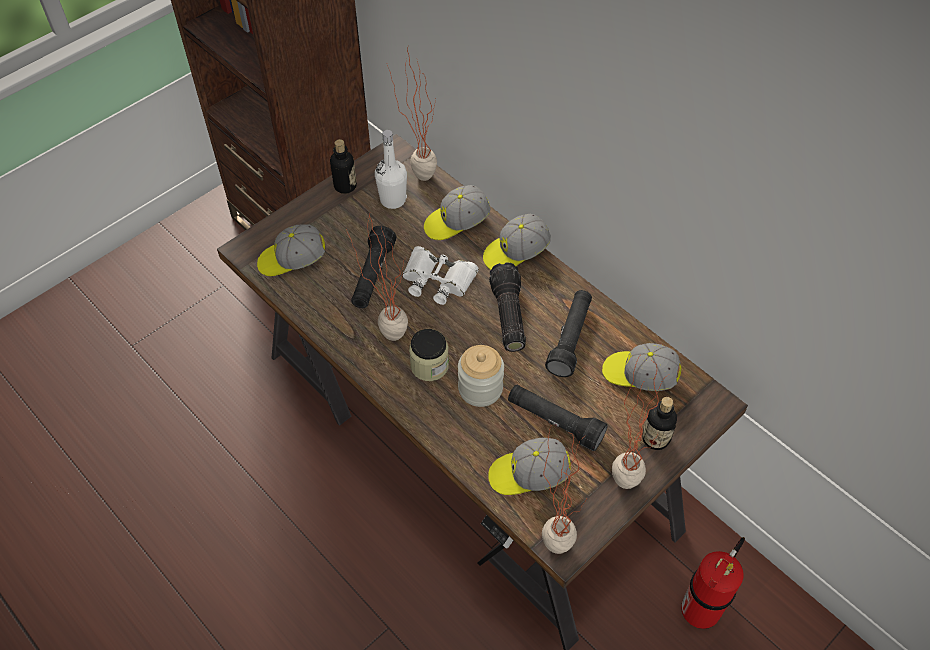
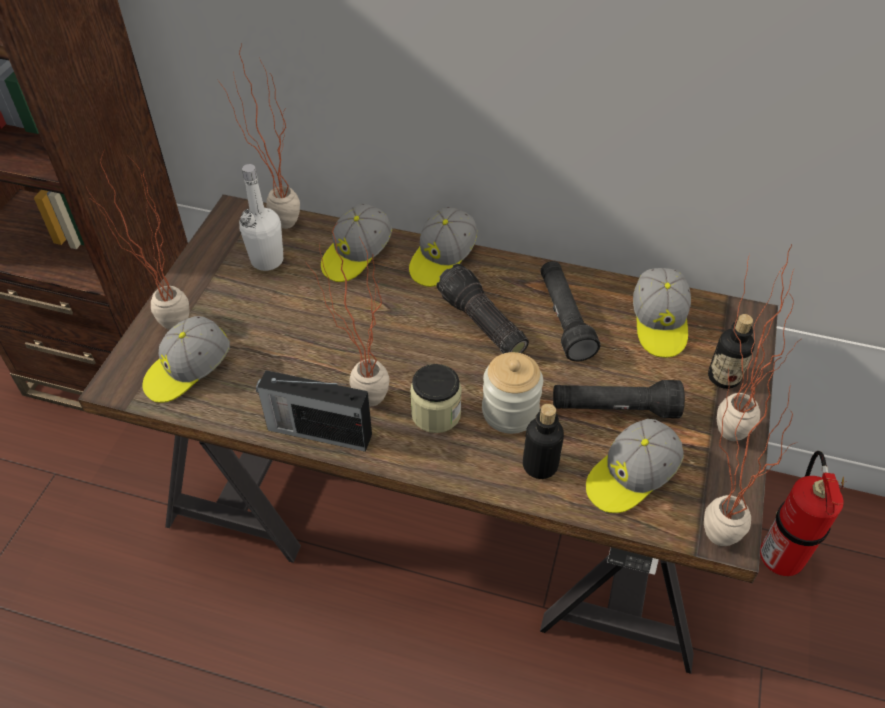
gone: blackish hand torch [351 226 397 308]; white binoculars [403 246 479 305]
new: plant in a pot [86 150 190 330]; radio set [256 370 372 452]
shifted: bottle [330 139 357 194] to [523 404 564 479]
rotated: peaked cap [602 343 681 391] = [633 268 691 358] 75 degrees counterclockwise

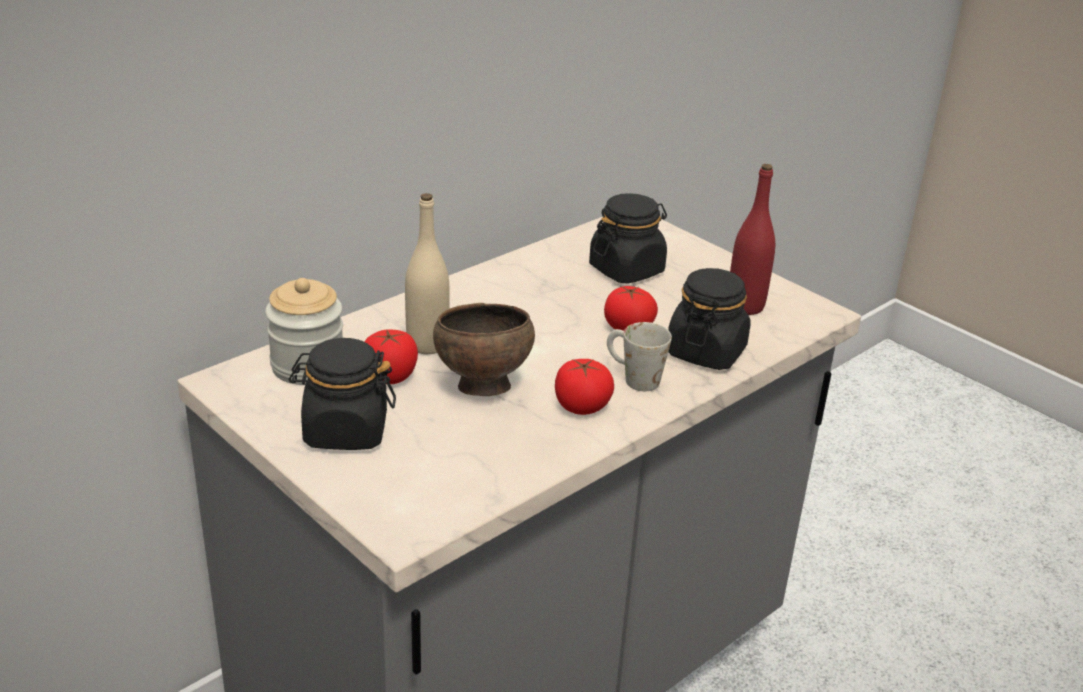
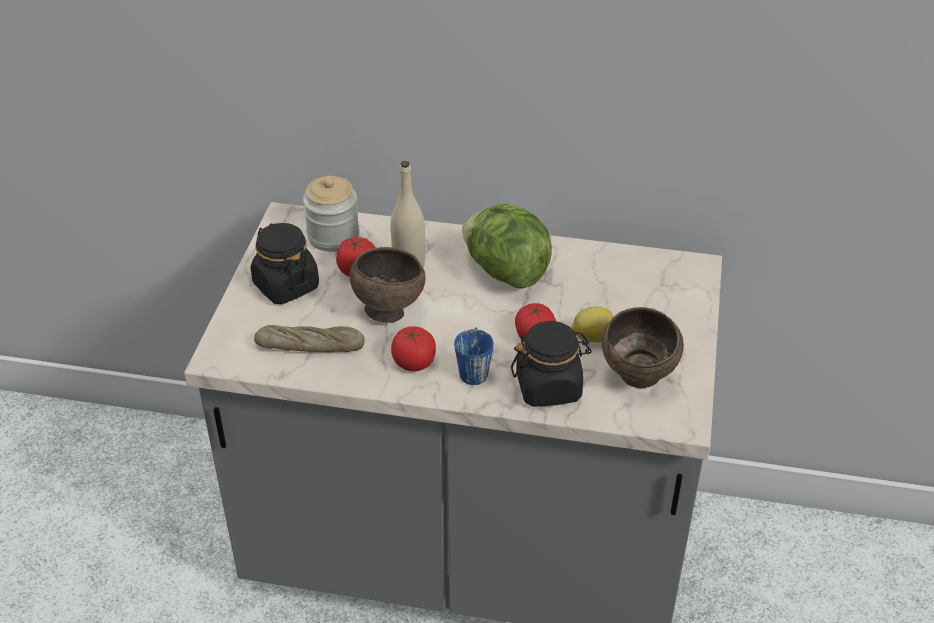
gone: blackish preserve jar [589 193 667 284]
new: head of lettuce [462 204 552 289]; citrus fruit [571 306 613 343]; baked bread [254 325 365 352]
swapped: reddish bottle [730 164 775 315] to brown bowl [602 307 684 388]
repainted: white coffee mug [607 322 672 391] to bluish coffee mug [454 327 493 385]

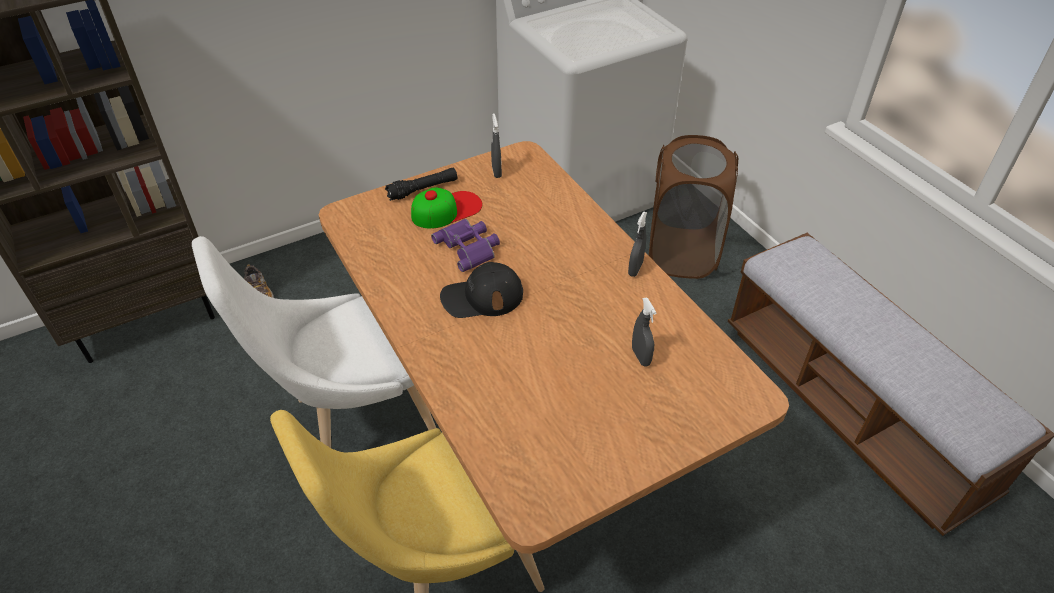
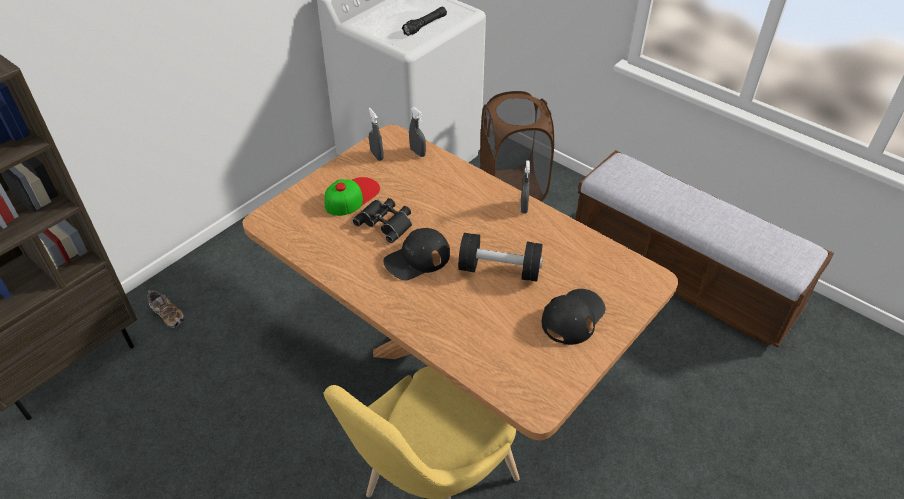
gone: white plain chair [192 236 436 448]
new: blackish dumbbell [458 233 543 282]; blackish peaked cap [542 289 606 345]
shifted: blackish hand torch [385 168 458 201] to [402 7 447 36]; gray sprayer [632 297 657 367] to [409 107 426 157]
repainted: purplish binoculars [431 219 500 272] to blackish binoculars [352 198 412 243]

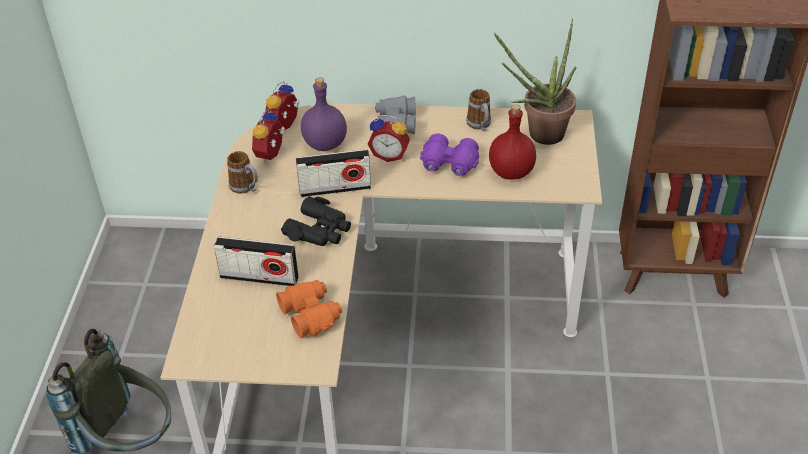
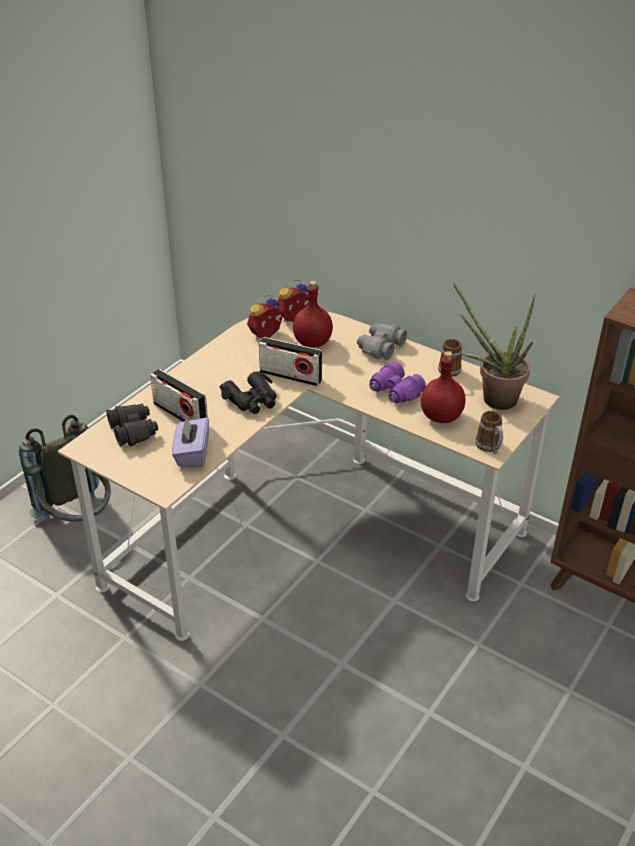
gone: alarm clock [368 115 410 162]
new: blackish binoculars [106 404 158 447]
shifted: coffee mug [227 151 258 194] to [475 411 503 454]
swapped: orange binoculars [276 280 342 338] to purplish tissue holder [172 417 209 467]
repainted: purplish bottle [301 78 347 151] to reddish bottle [293 281 333 348]

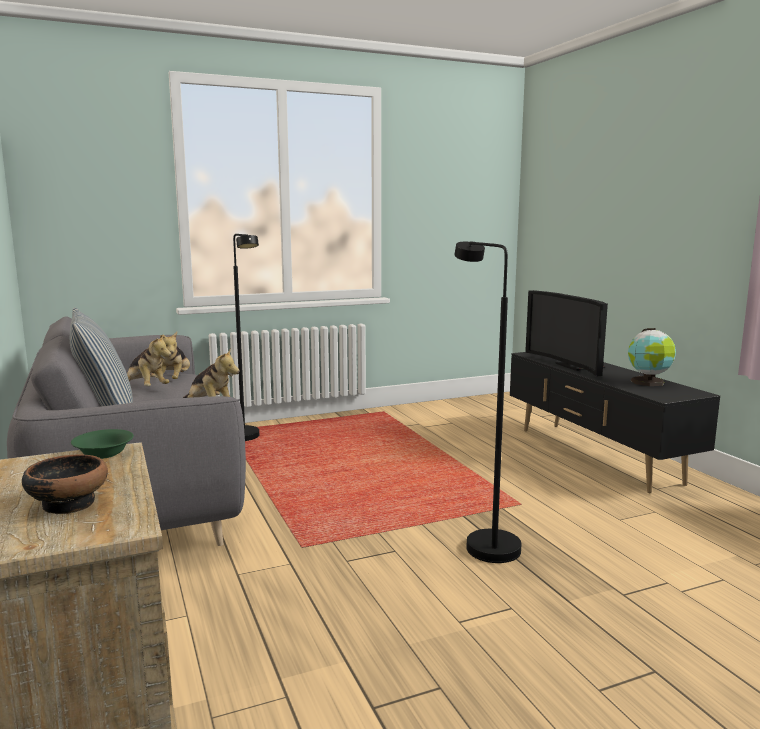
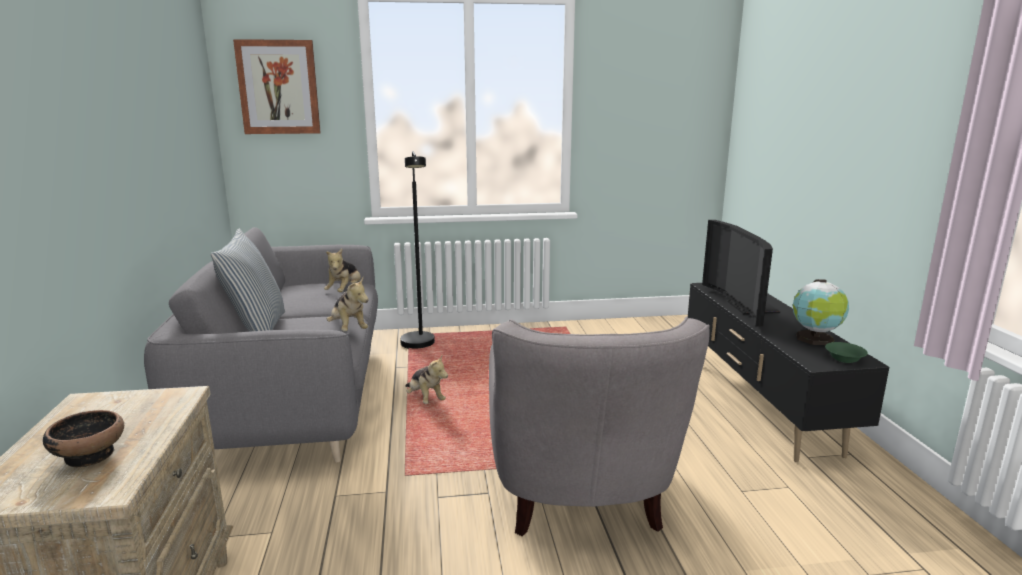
new: picture [233 39 321 134]
shifted: plush toy [127 334 171 386] to [406 356 448 404]; green bowl [71 429 134 459] to [825 342 868 363]
swapped: blackish standard lamp [455 241 521 563] to gray easy chair [489 316 710 536]

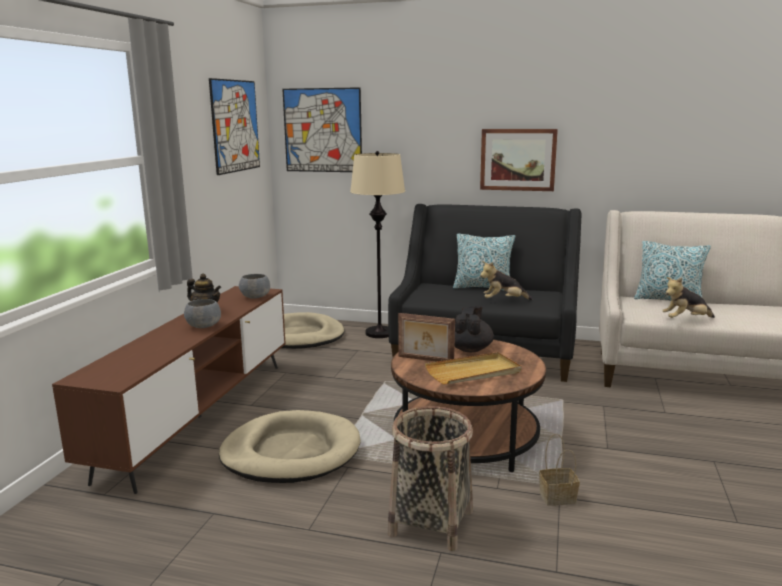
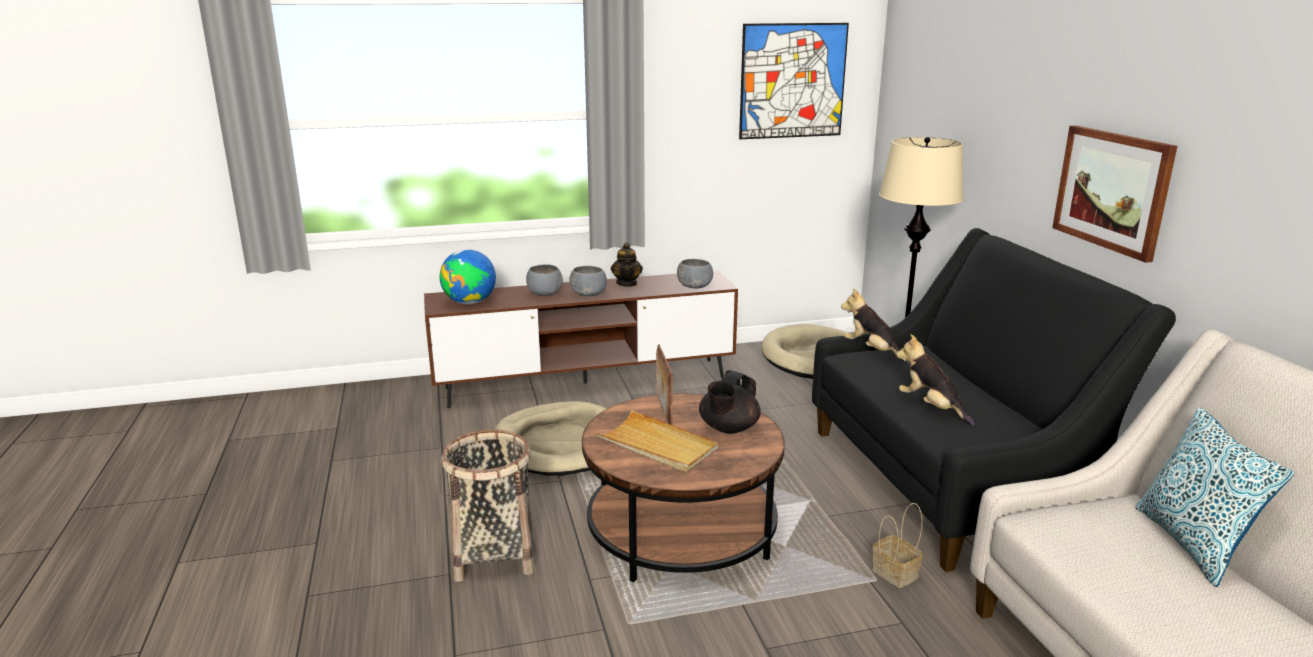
gone: picture [282 87 362 172]; cushion [453 234 515 291]
new: desk globe [440 249 496 305]; gray bowl [526 264 563 296]
shifted: plush toy [662 277 715 318] to [841 288 909 363]; basket [539 434 580 506] to [872 503 923 588]
rotated: blackish tea pot [455 306 494 352] = [699 370 761 433] 135 degrees clockwise

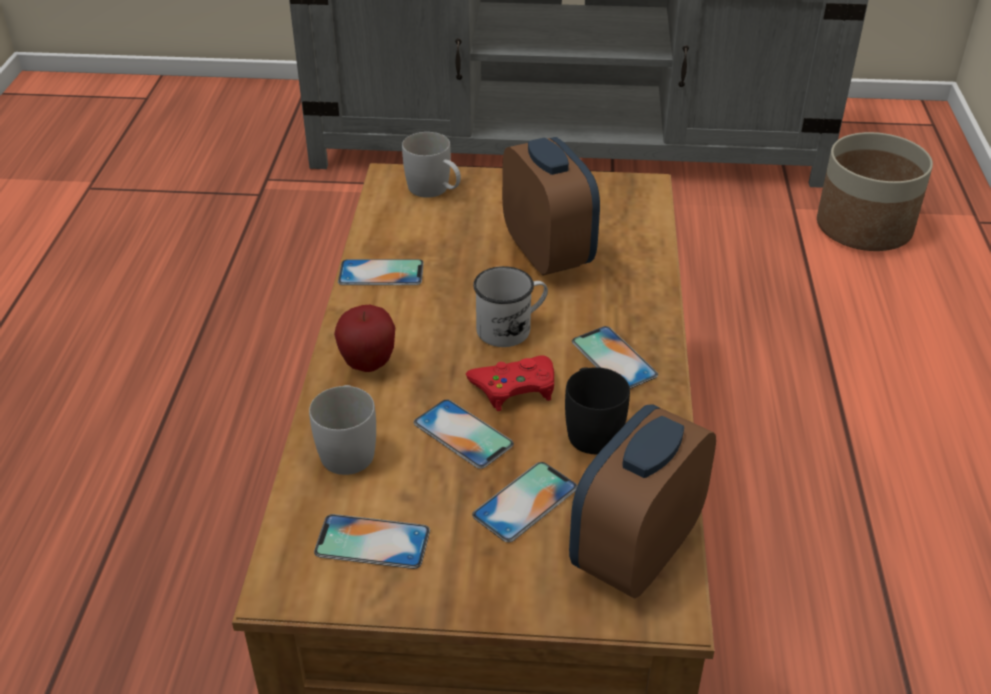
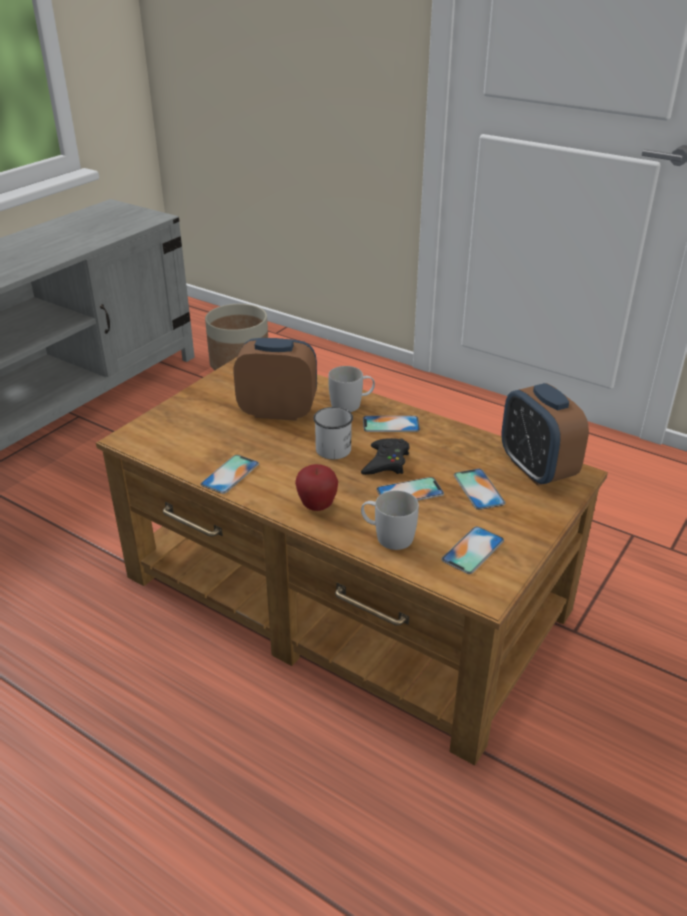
gone: blackish coffee mug [565 367 630 454]
shifted: white coffee mug [402 132 461 198] to [328 366 375 412]
repainted: reddish gamepad [466 356 554 411] to blackish gamepad [361 438 410 475]

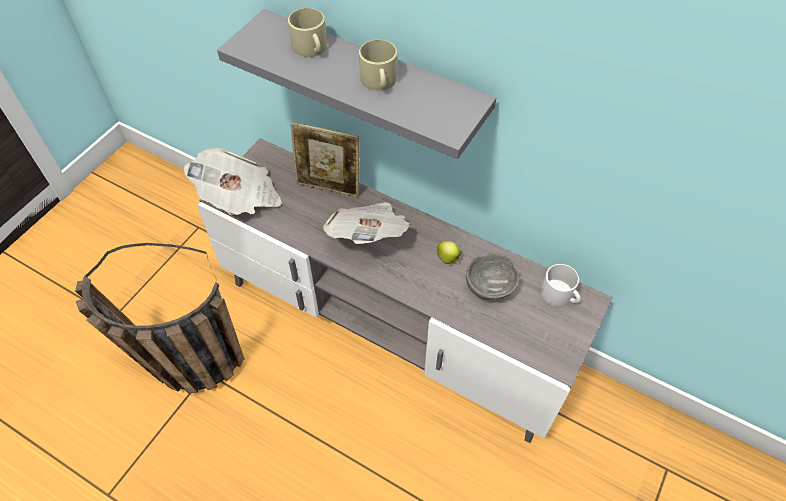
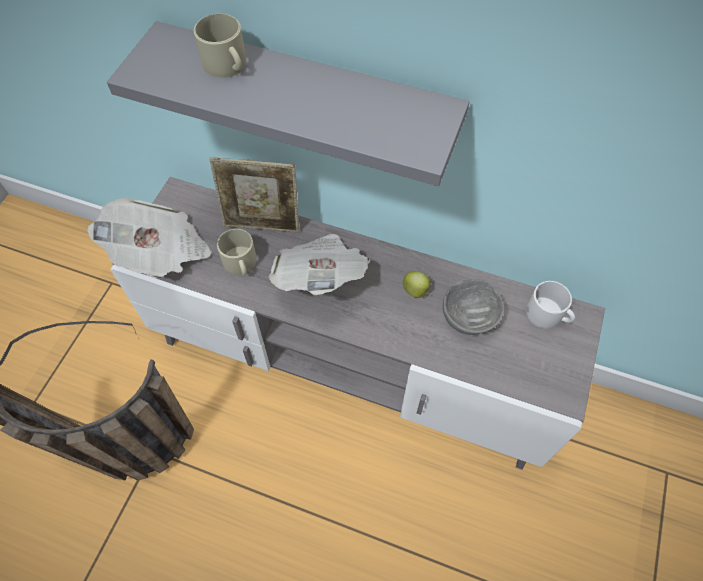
shifted: beige coffee mug [359 40 397 91] to [217 229 257 275]

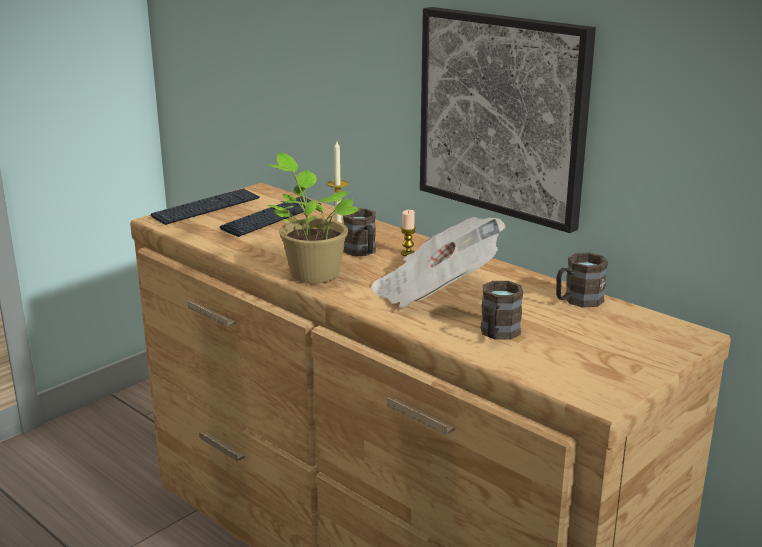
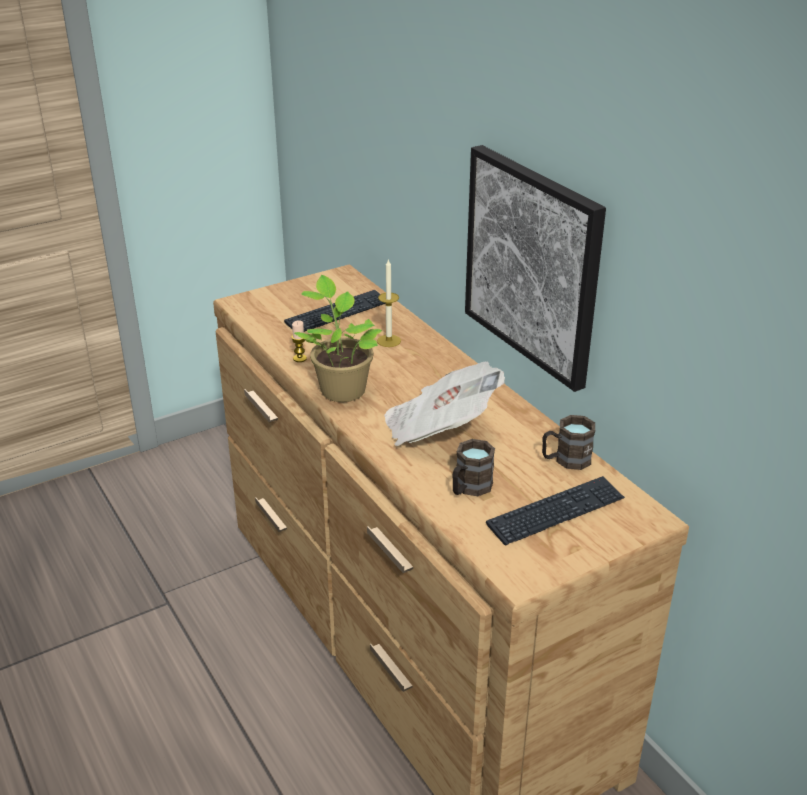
gone: brown coffee mug [343 209 376 256]
shifted: computer keyboard [151 188 260 225] to [486 476 625 545]; wax candle [401 210 416 256] to [291 320 307 362]

